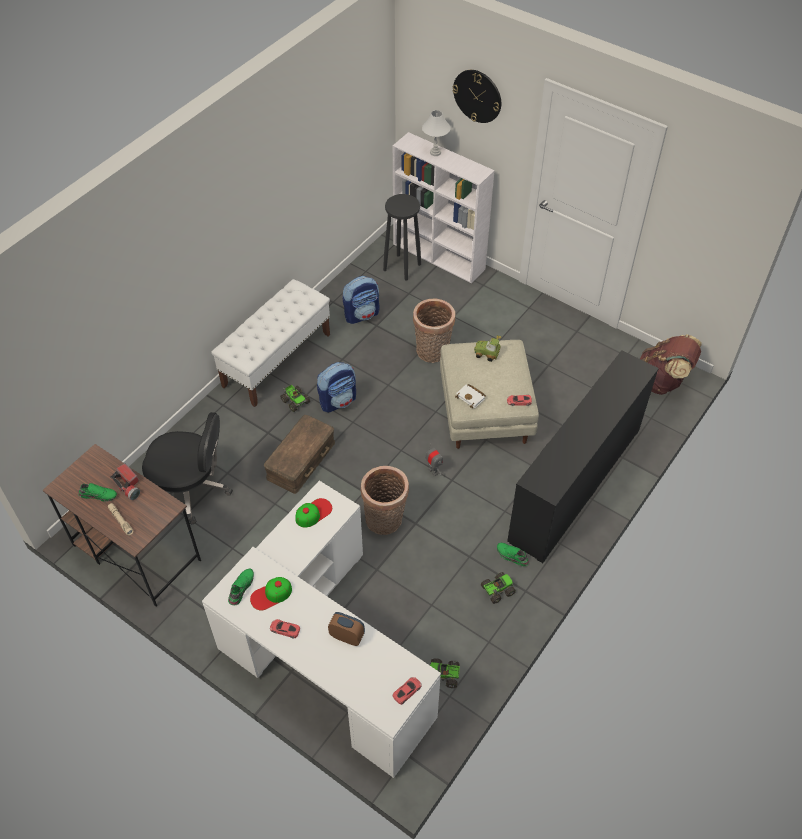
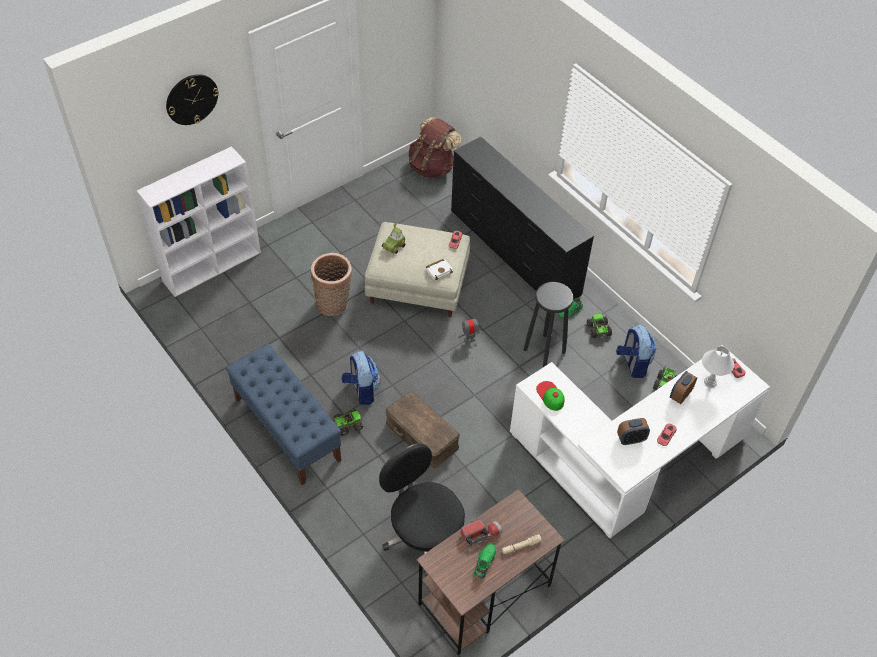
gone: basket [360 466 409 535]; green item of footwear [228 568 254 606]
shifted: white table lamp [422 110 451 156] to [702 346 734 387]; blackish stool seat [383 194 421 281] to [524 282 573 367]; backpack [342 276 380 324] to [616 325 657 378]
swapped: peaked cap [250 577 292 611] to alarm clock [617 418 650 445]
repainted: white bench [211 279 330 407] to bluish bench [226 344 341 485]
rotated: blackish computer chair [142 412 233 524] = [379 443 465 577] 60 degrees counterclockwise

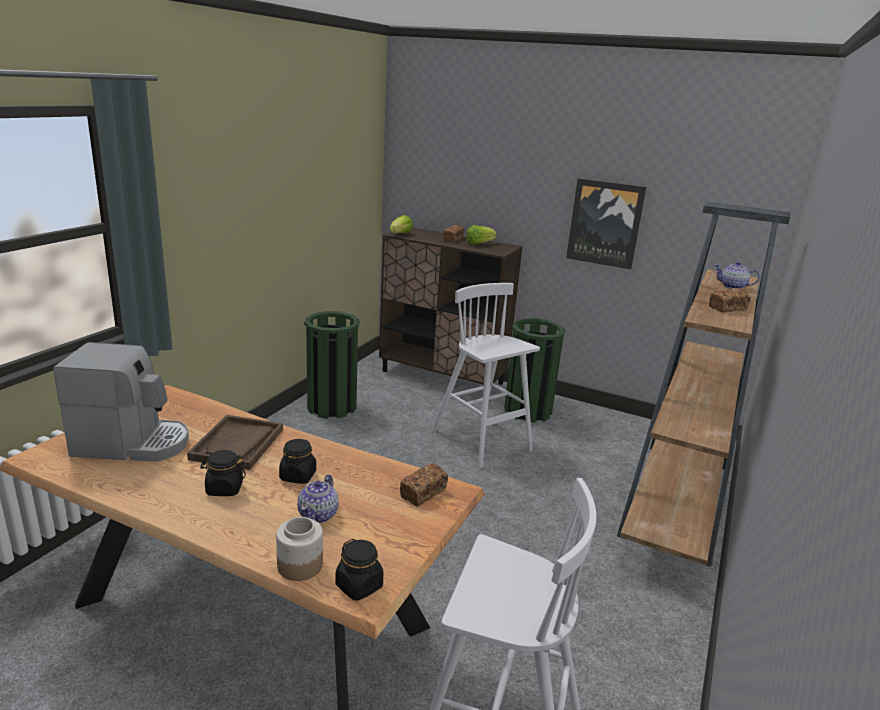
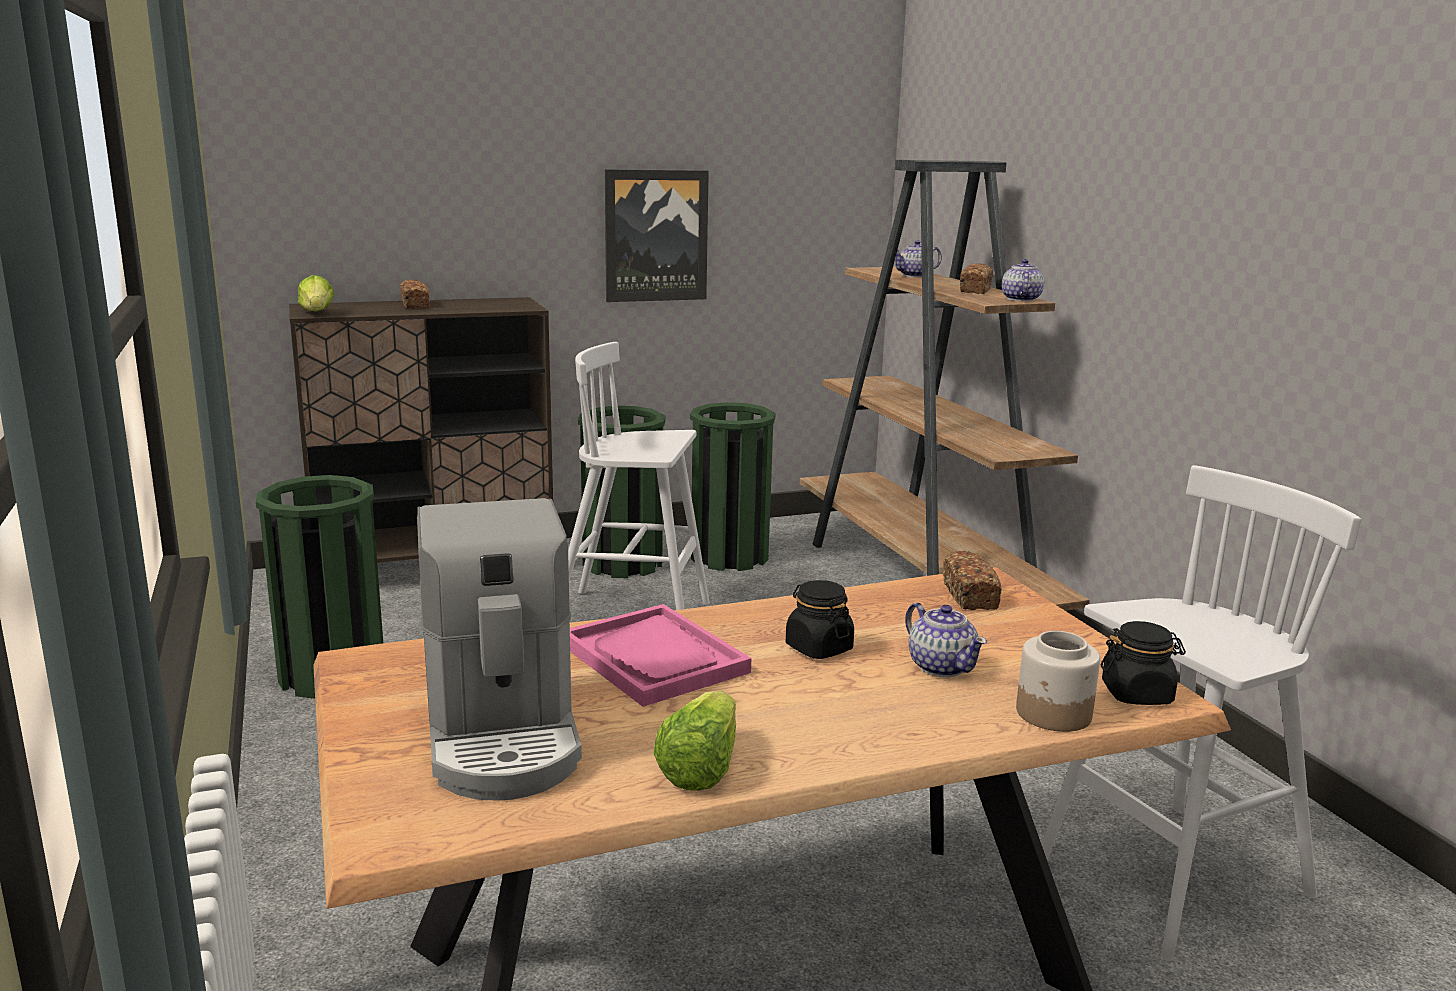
gone: blackish preserve jar [200 450 246 496]
new: tea pot [1002 259 1044 301]; green trash can [690 402 776 571]
shifted: head of lettuce [466 225 497 245] to [654 691 736 791]
repainted: brown tray [187 415 283 470] to pink tray [570 604 751 707]
rotated: coffee maker [53 342 189 462] = [417 498 582 800] 120 degrees clockwise

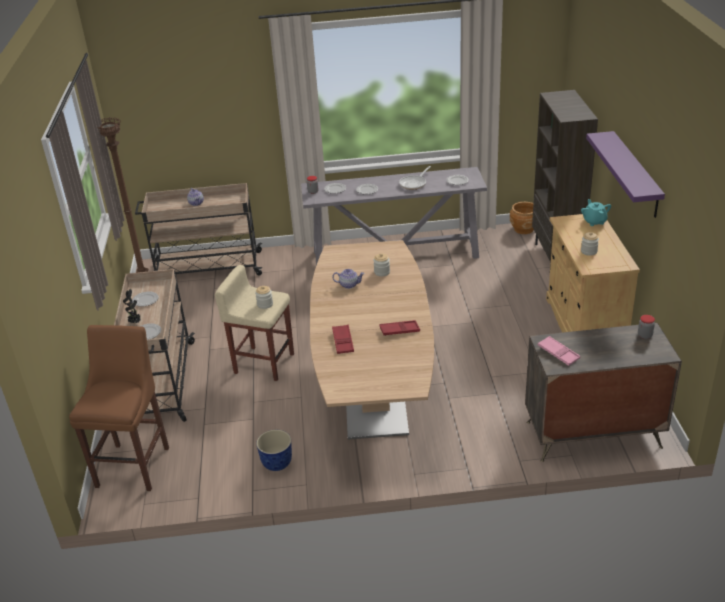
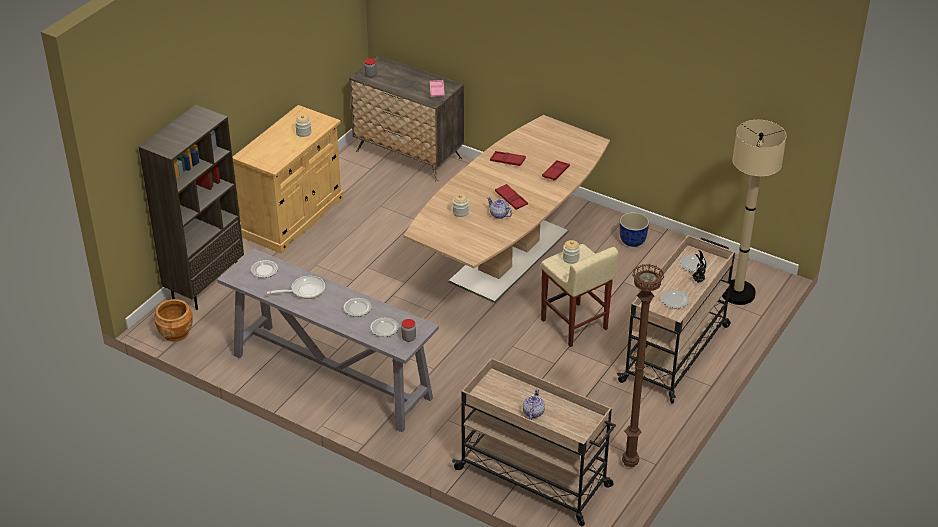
gone: purplish bracket shelf [586 131 665 218]; blue-green tea pot [581 199 611 226]
new: reddish tray [495 184 528 210]
swapped: brown stool seat [69 325 169 491] to beige standard lamp [722 120 787 305]

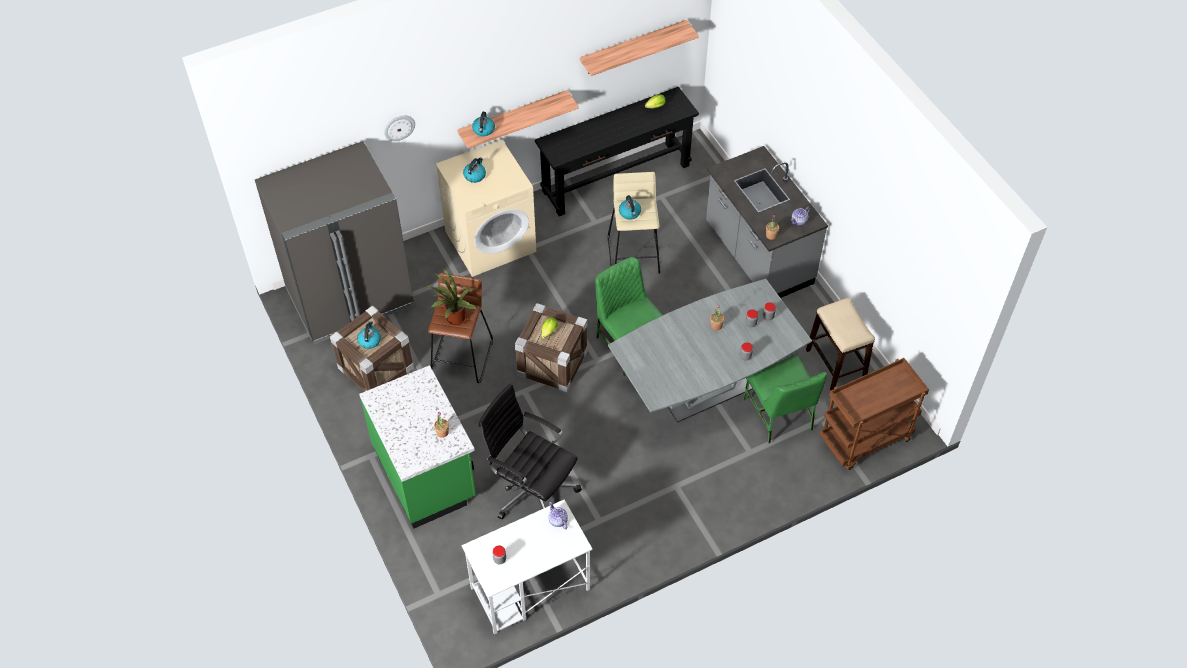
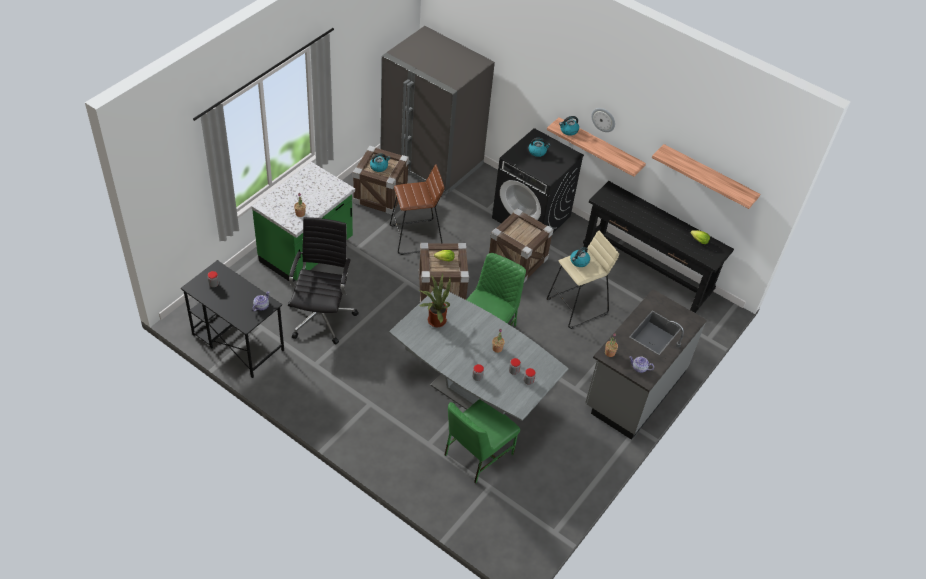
gone: stool seat [806 298 875 390]; brown wheeled cart [820 358 929 470]
new: packing crate [489 208 554 283]
shifted: clock on the wall [384 116 415 141] to [591 108 615 132]; plant in a pot [427 269 477 326] to [418 274 451 327]
repainted: beige laundry appliance [436 139 536 277] to blackish laundry appliance [492 128 584 233]; white desk table [462 500 593 635] to blackish desk table [181 260 284 378]

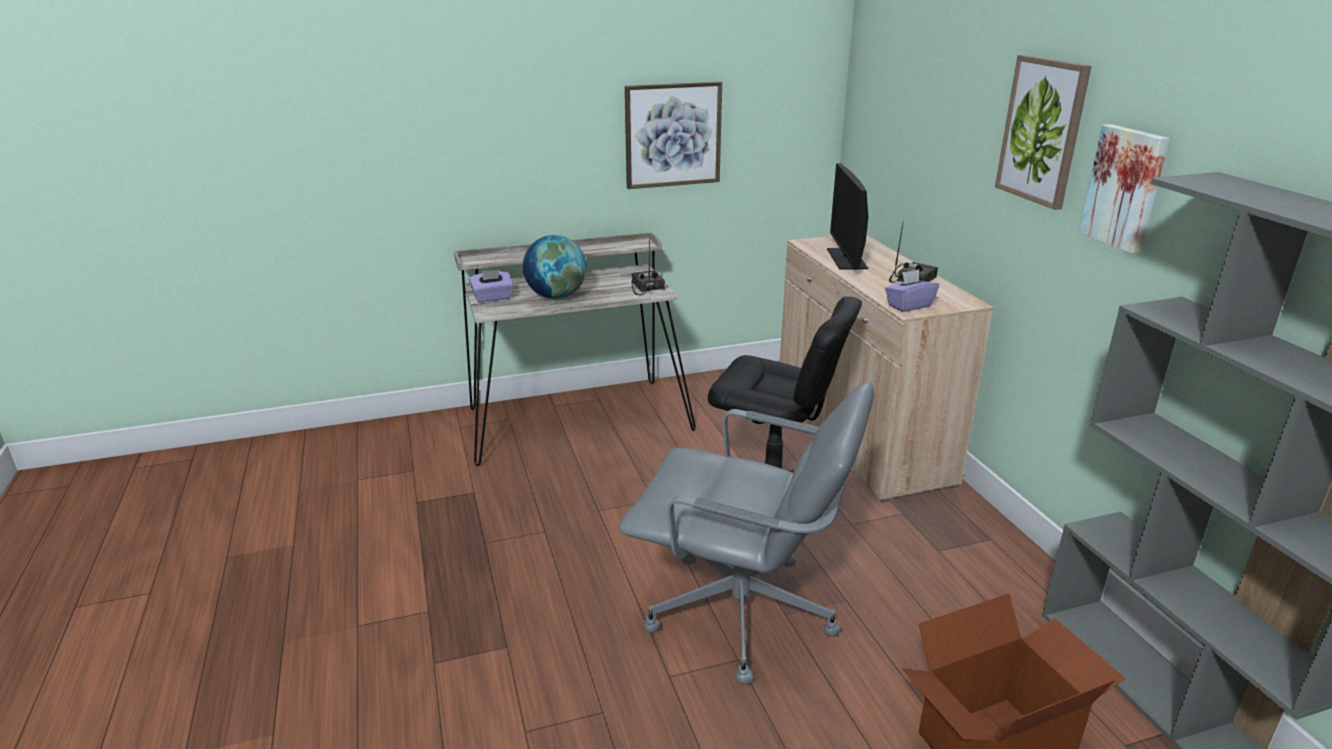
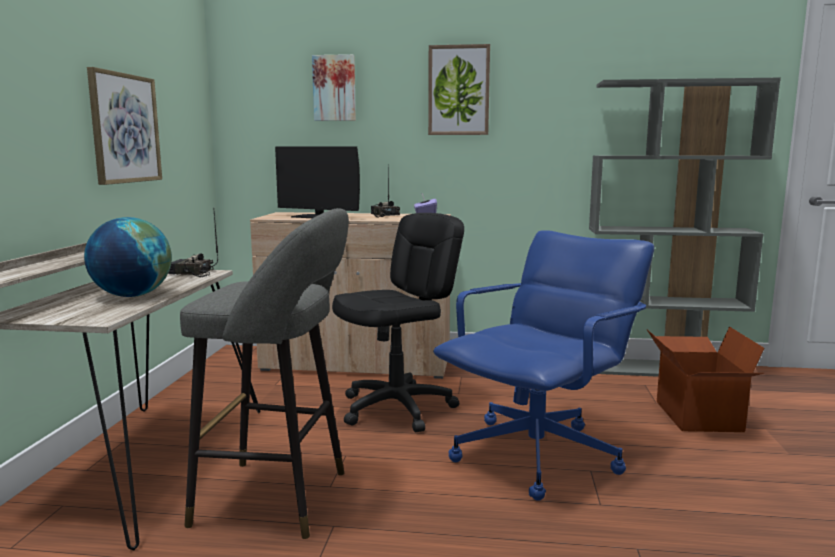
gone: purplish tissue holder [469 270 513 303]
new: gray stool seat [180 208 349 539]
shifted: picture [1079 124 1170 253] to [312 54 356 121]
repainted: gray computer chair [619 382 874 684] to bluish computer chair [433 230 654 501]

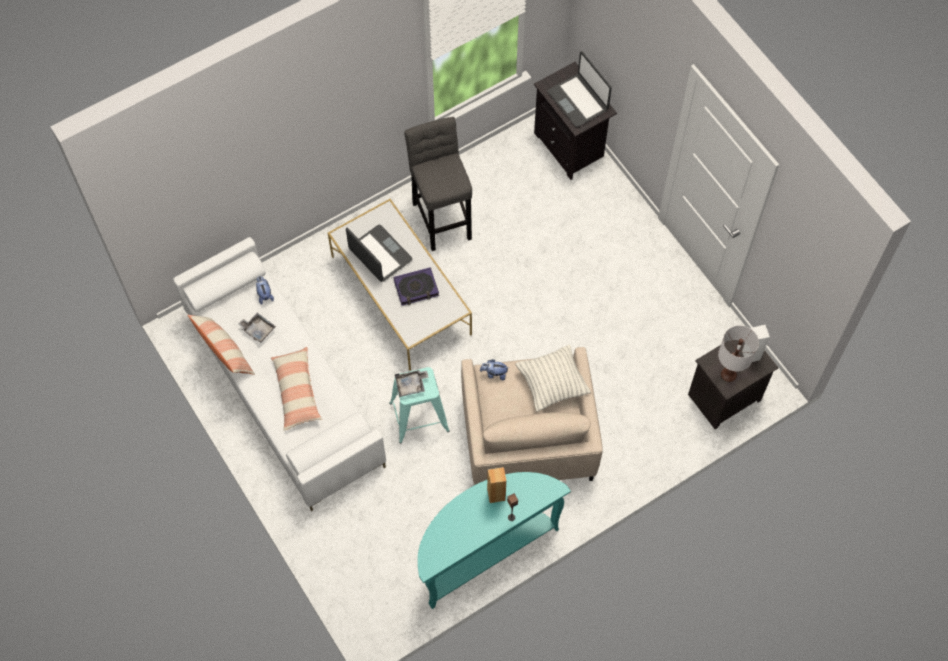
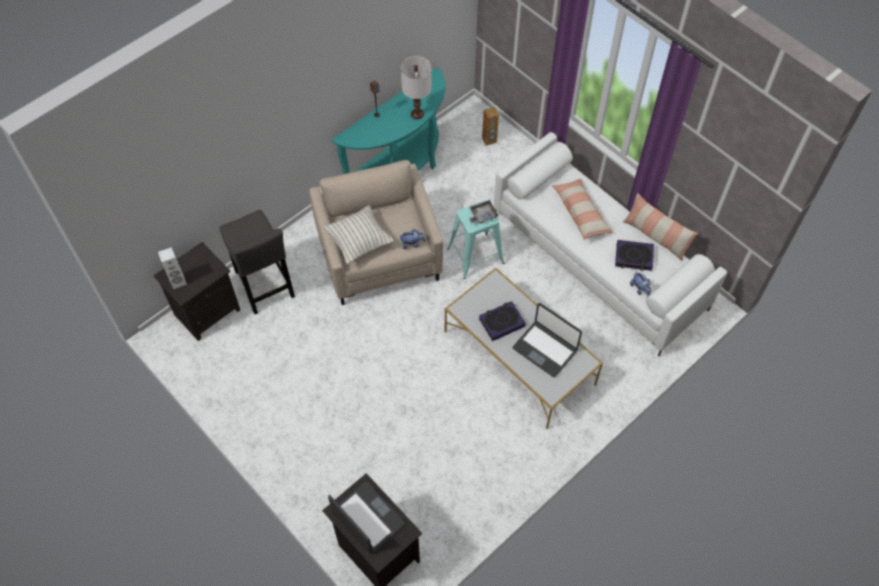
shifted: gray stool seat [404 117 472 251] to [220 210 295 314]; white table lamp [718 325 759 382] to [401 56 432 119]; brown audio speaker [487 467 506 503] to [482 107 499 146]
swapped: gray tray [239 313 276 343] to book [615 240 654 271]

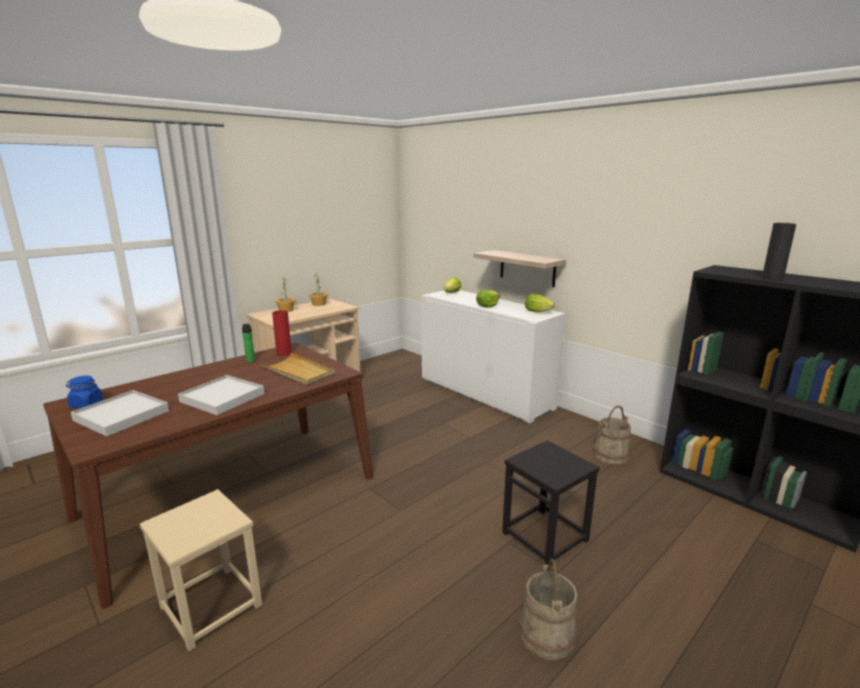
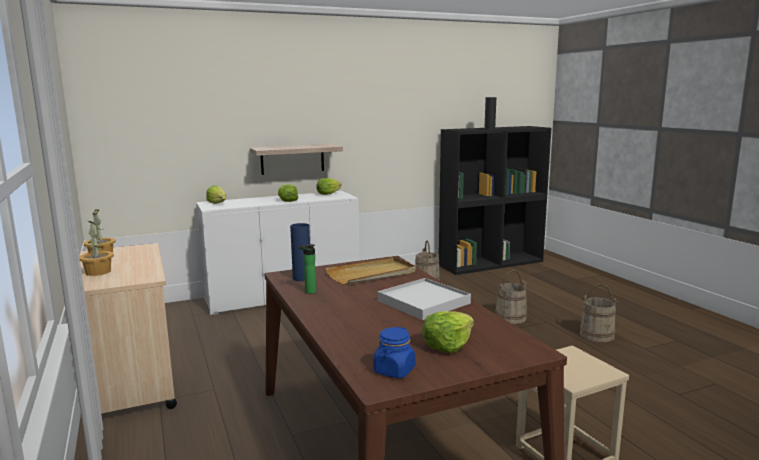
swapped: white tray [71 390 169 436] to head of lettuce [422 311 474 353]; blackish stool seat [502 440 600 566] to beige bucket [495 270 527 324]
repainted: reddish decorative vase [272 310 292 356] to bluish decorative vase [290 223 310 281]

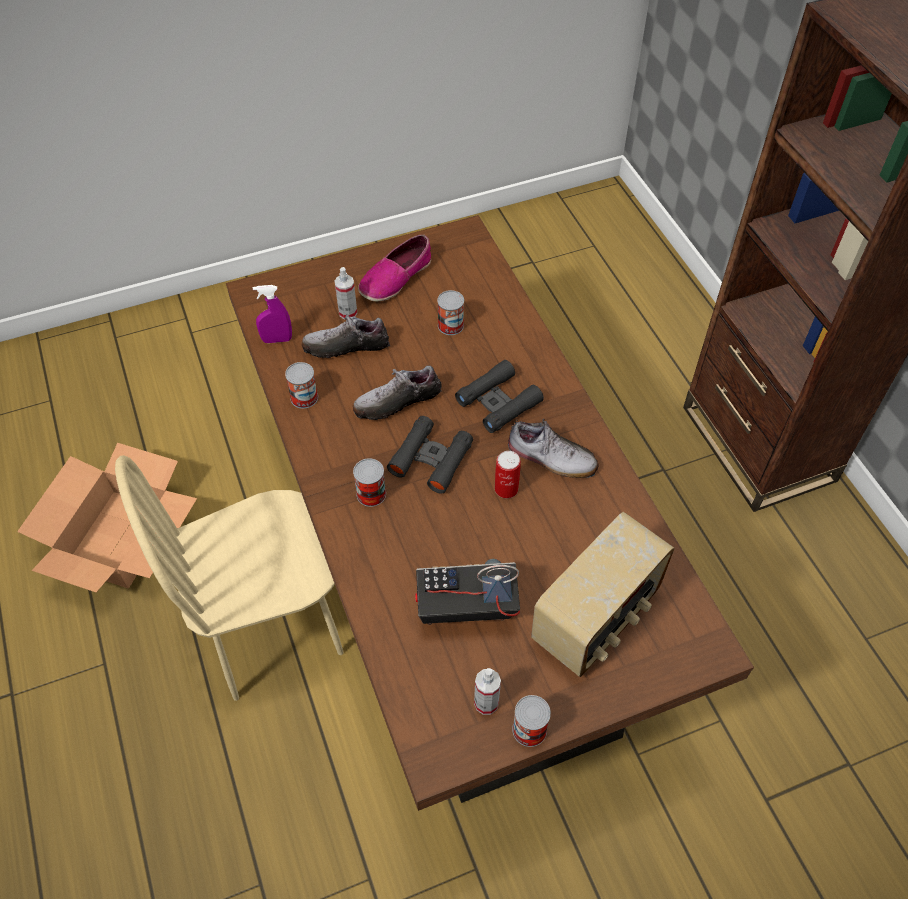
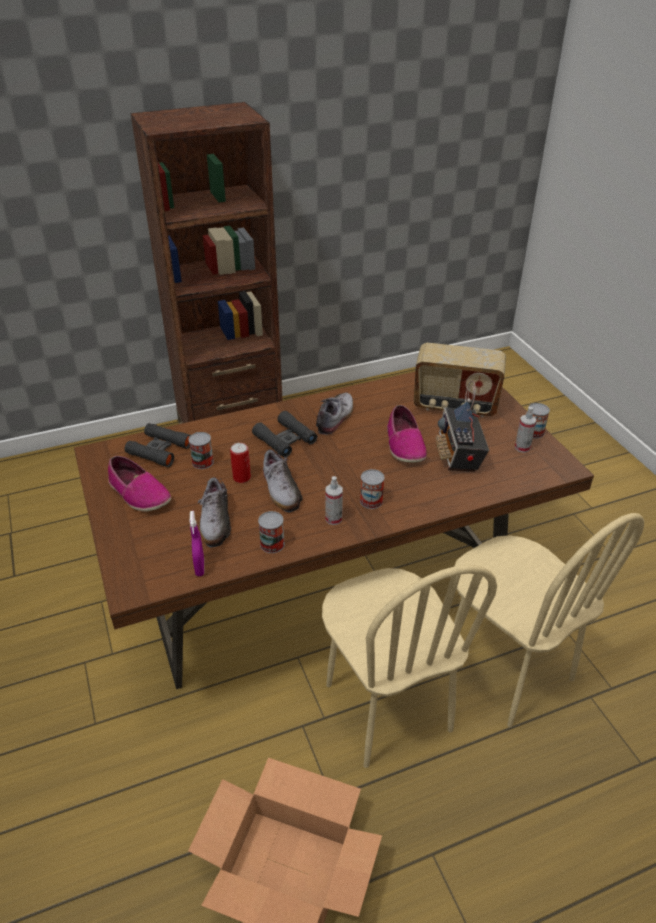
new: item of footwear [387 405 427 463]; beige plain chair [454 513 644 728]
shifted: sprayer [335 267 357 319] to [325 476 343 525]; blackish binoculars [387 416 473 494] to [125 423 191 467]; sealed can [495 451 521 499] to [230 443 251 483]
rotated: radio set [531 512 675 677] = [414 343 506 417] 150 degrees clockwise

